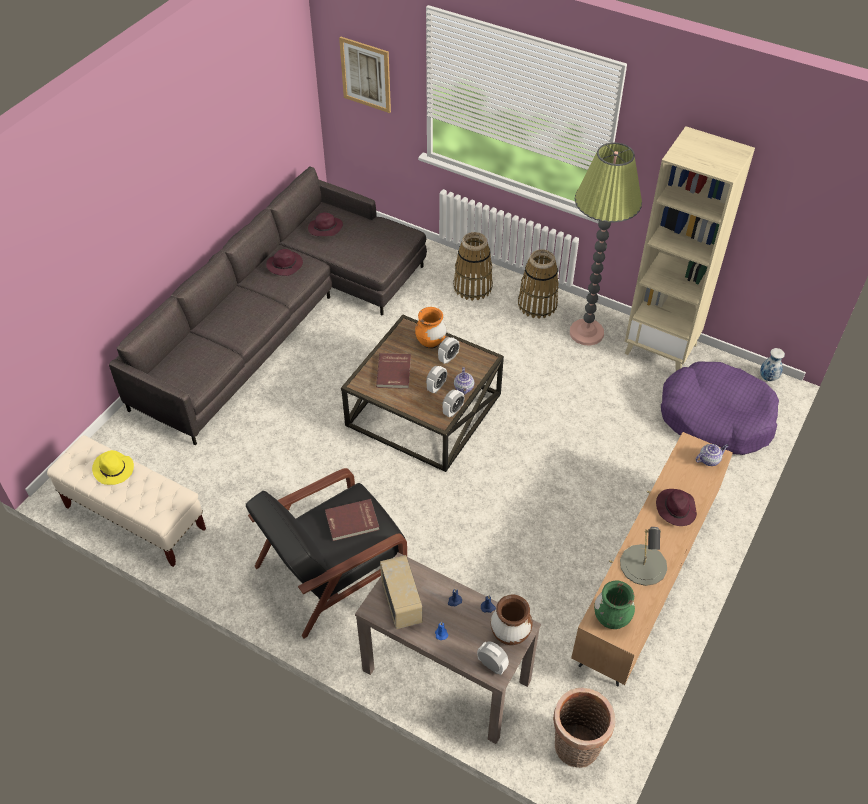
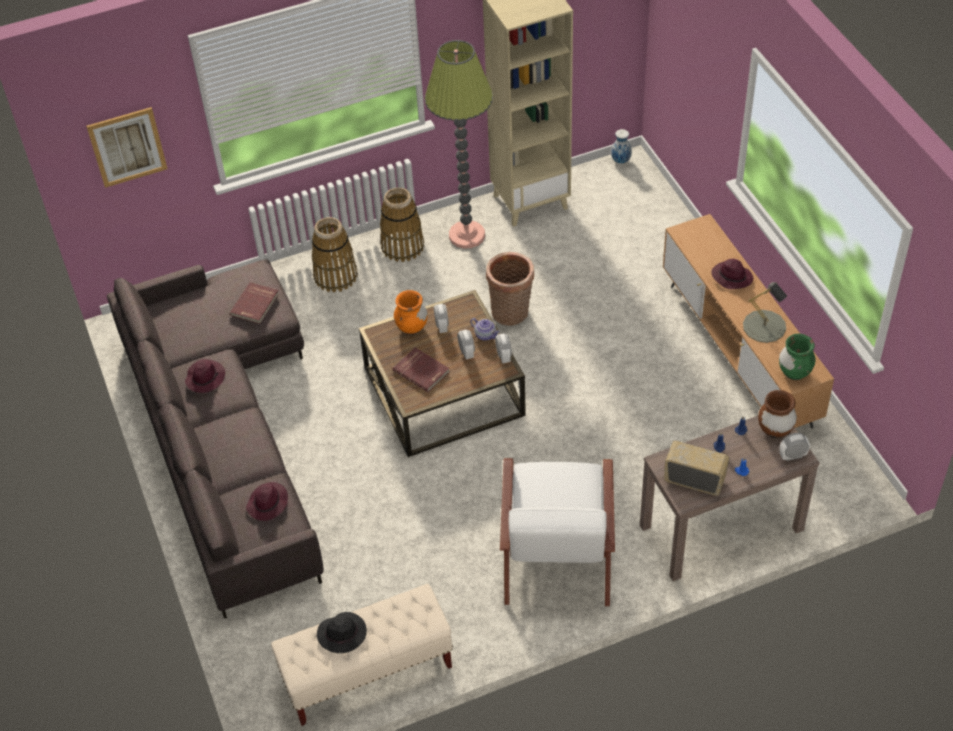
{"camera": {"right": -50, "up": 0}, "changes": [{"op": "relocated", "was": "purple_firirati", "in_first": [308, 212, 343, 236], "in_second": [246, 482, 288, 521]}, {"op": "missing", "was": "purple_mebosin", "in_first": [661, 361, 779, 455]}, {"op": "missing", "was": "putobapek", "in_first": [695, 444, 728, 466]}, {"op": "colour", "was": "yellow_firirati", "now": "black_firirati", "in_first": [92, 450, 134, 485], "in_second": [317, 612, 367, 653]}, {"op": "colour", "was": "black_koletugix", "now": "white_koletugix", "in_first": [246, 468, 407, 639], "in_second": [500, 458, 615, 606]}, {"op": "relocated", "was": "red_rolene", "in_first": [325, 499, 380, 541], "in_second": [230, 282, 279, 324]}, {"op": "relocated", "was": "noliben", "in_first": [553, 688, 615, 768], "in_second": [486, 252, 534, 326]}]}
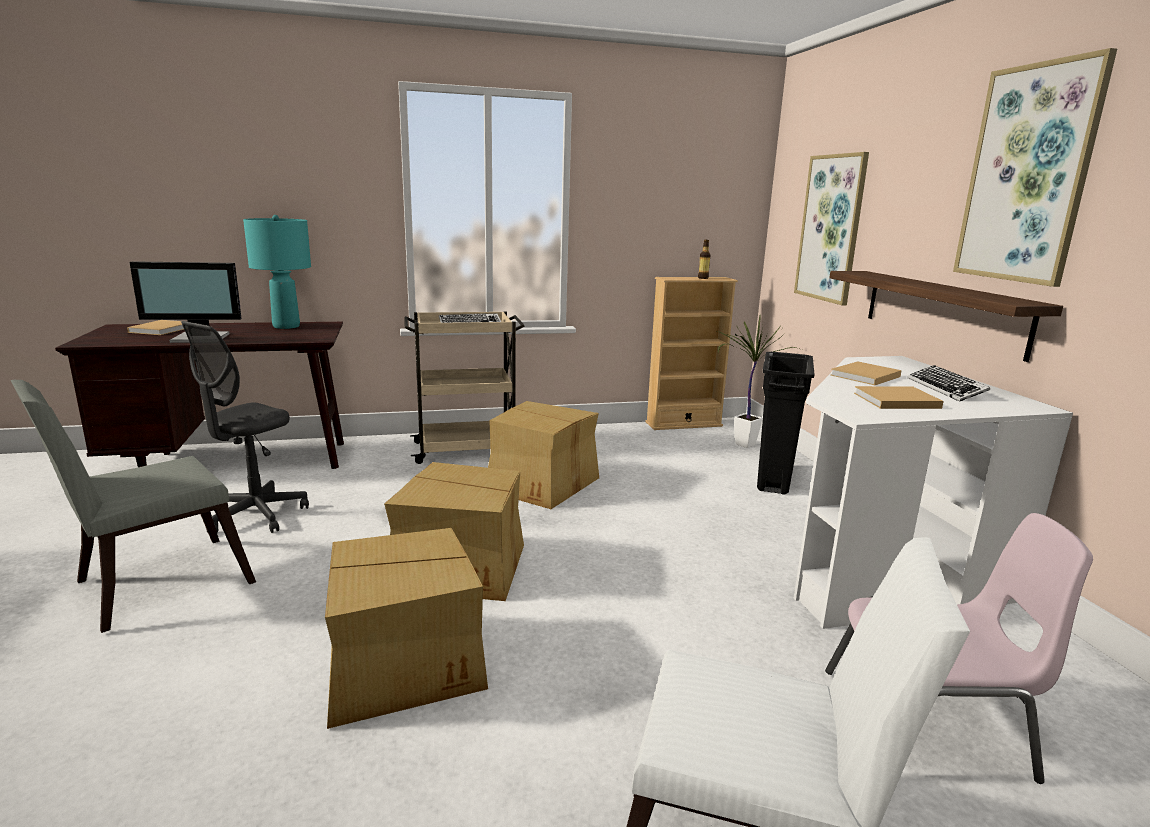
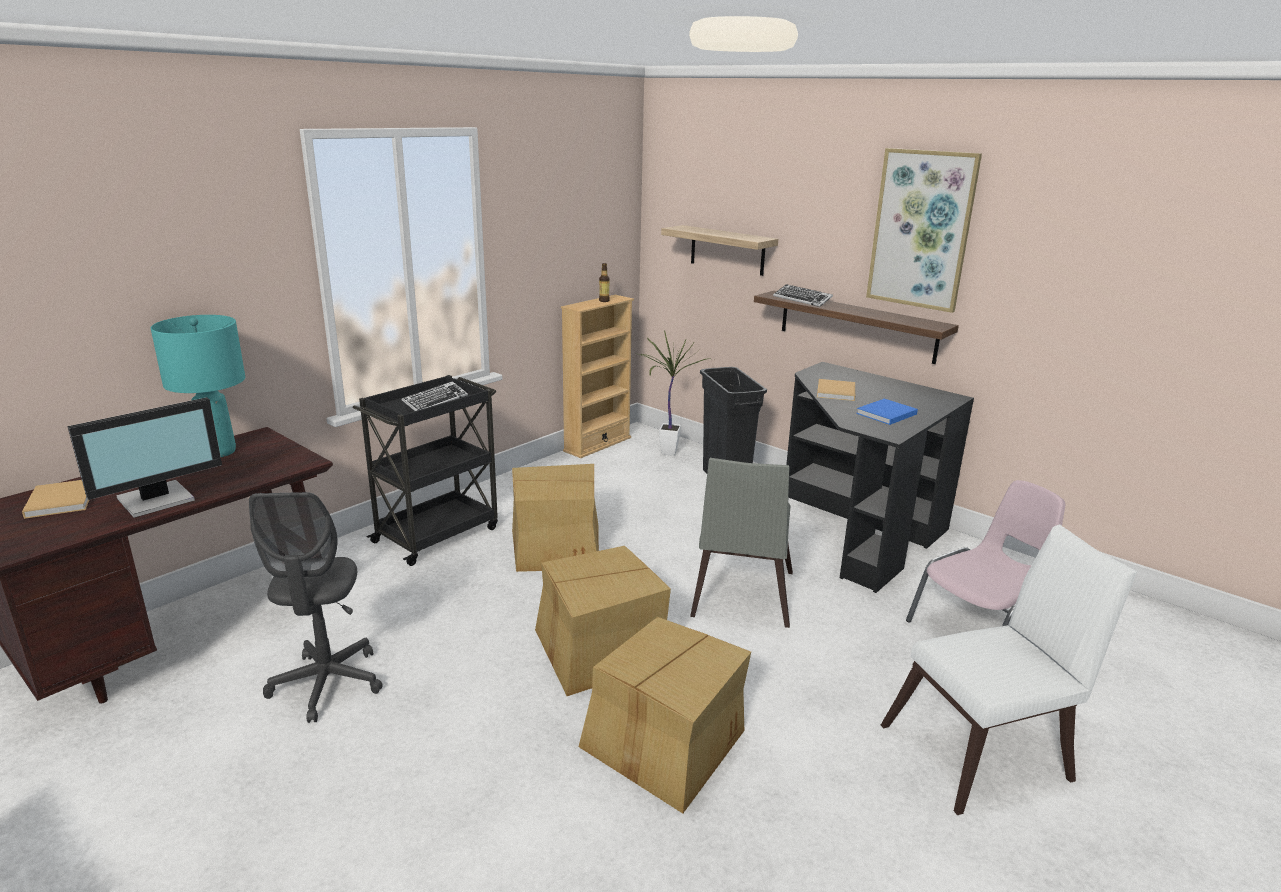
{"camera": {"right": -35, "up": 5}, "changes": [{"op": "exchanged", "was": "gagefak", "now": "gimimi", "in_first": [794, 152, 869, 305], "in_second": [661, 225, 778, 276]}, {"op": "colour", "was": "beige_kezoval", "now": "black_kezoval", "in_first": [404, 311, 525, 464], "in_second": [353, 375, 498, 566]}, {"op": "colour", "was": "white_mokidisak", "now": "black_mokidisak", "in_first": [794, 356, 1073, 629], "in_second": [786, 362, 974, 593]}, {"op": "relocated", "was": "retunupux", "in_first": [907, 365, 990, 402], "in_second": [773, 284, 833, 307]}, {"op": "relocated", "was": "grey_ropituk", "in_first": [10, 380, 256, 633], "in_second": [690, 458, 793, 628]}, {"op": "colour", "was": "beige_rolene", "now": "blue_rolene", "in_first": [854, 386, 944, 409], "in_second": [856, 399, 918, 425]}]}
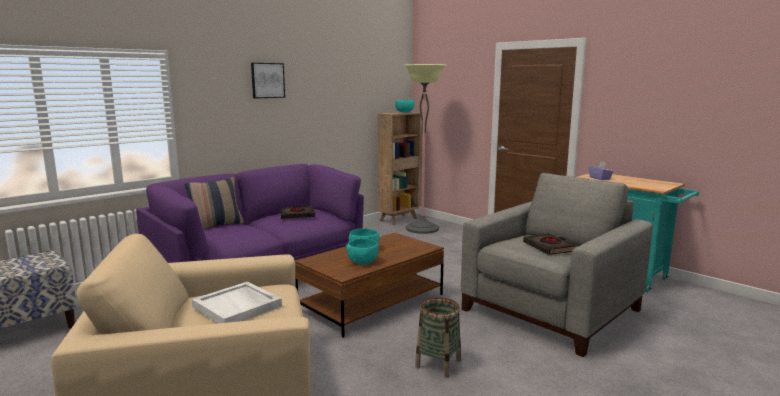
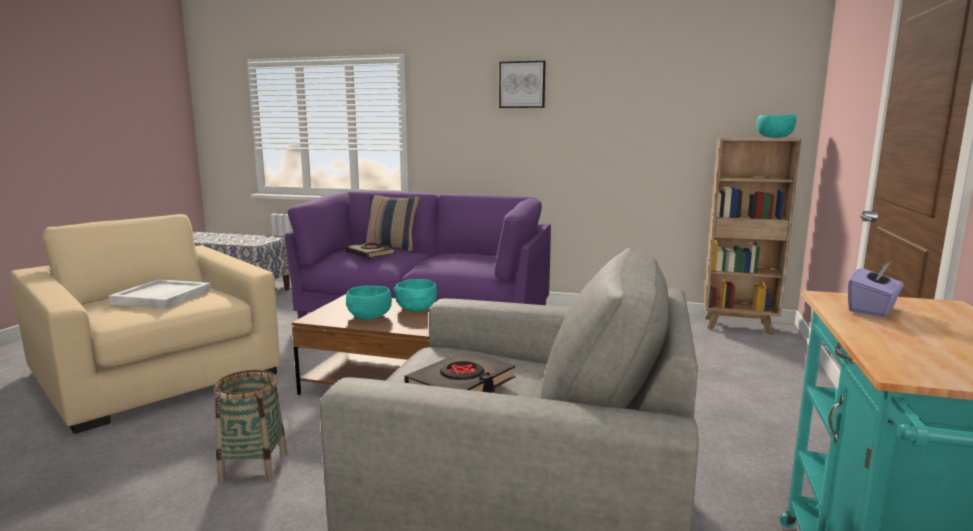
{"camera": {"right": 60, "up": 0}, "changes": [{"op": "missing", "was": "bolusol", "in_first": [404, 64, 447, 234]}, {"op": "relocated", "was": "black_rolene", "in_first": [280, 206, 315, 219], "in_second": [345, 242, 395, 258]}]}
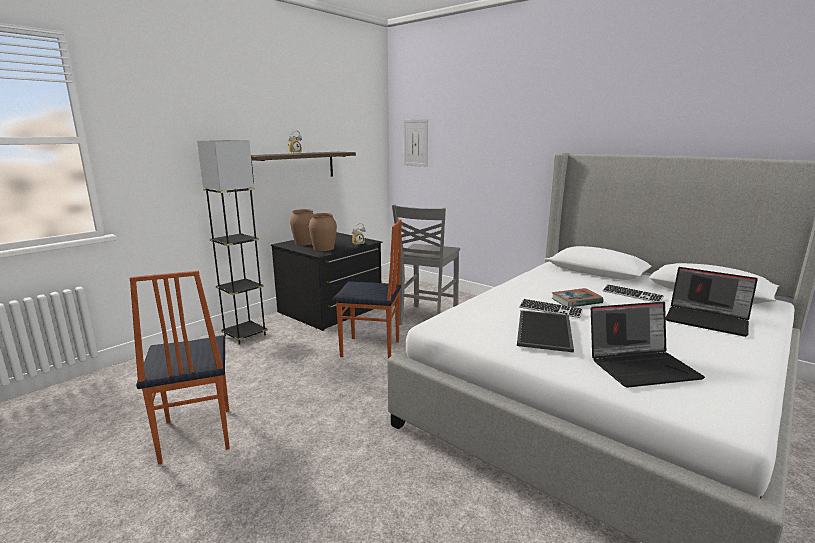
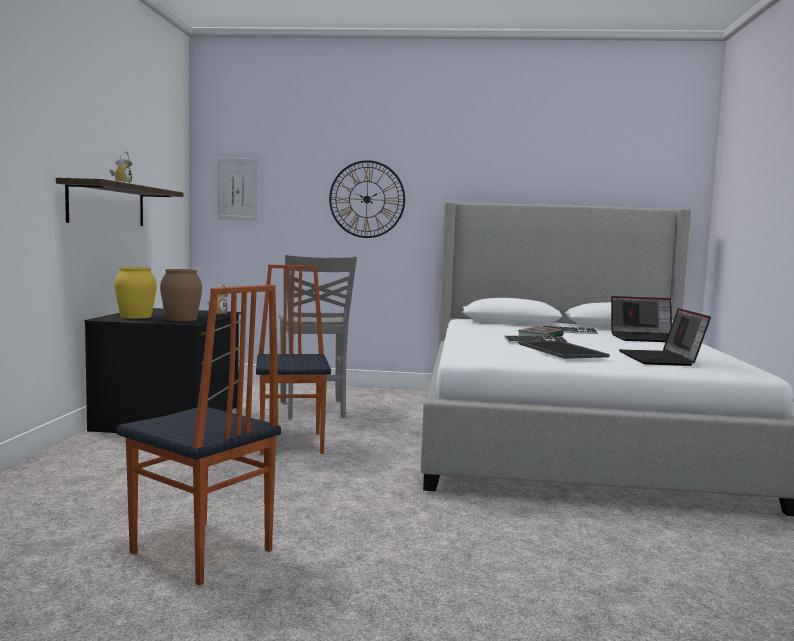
{"camera": {"right": -35, "up": -10}, "changes": [{"op": "missing", "was": "grey_bolusol", "in_first": [197, 140, 268, 345]}, {"op": "colour", "was": "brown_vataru", "now": "yellow_vataru", "in_first": [290, 209, 313, 245], "in_second": [114, 267, 157, 319]}, {"op": "spun", "was": "ropituk", "in_first": [332, 219, 402, 358], "in_second": [256, 264, 331, 455], "clockwise": -75}, {"op": "spun", "was": "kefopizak", "in_first": [591, 302, 705, 388], "in_second": [619, 308, 711, 366], "clockwise": 135}, {"op": "appeared", "now": "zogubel", "in_second": [329, 160, 405, 238]}]}
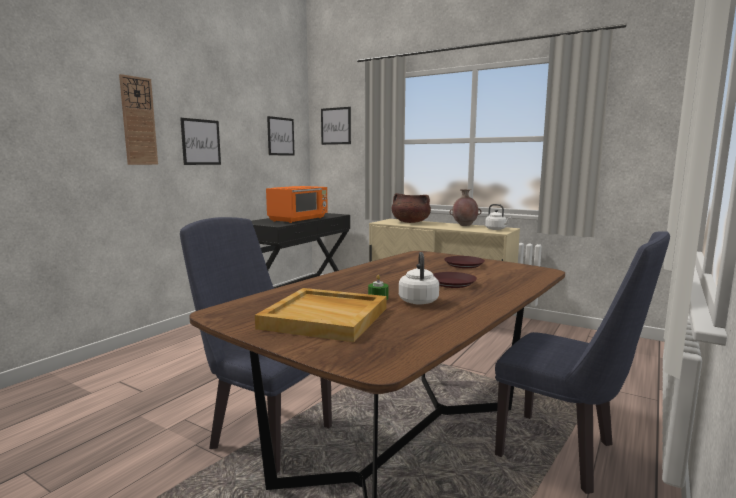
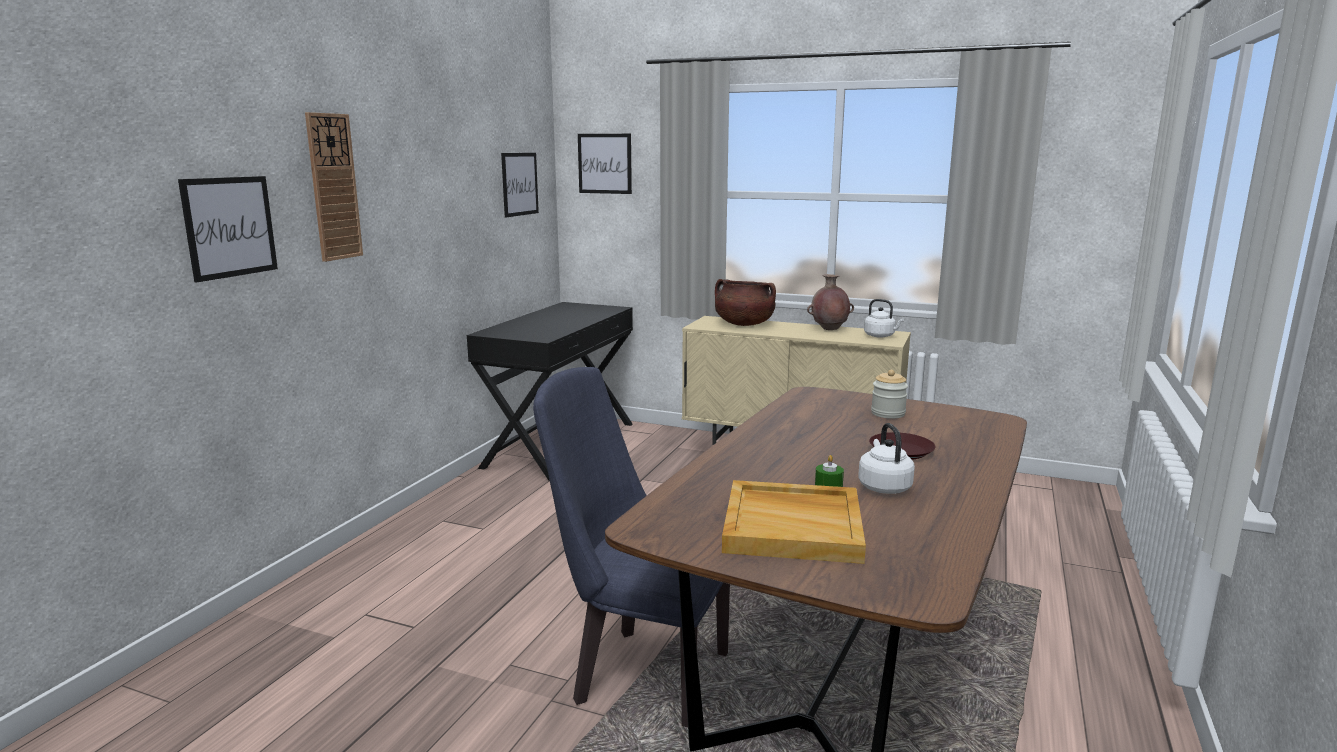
{"camera": {"right": -10, "up": 5}, "changes": [{"op": "relocated", "was": "gagefak", "in_first": [180, 118, 221, 165], "in_second": [178, 176, 278, 282]}, {"op": "missing", "was": "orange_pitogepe", "in_first": [266, 186, 328, 223]}, {"op": "missing", "was": "blue_ropituk", "in_first": [495, 231, 670, 494]}, {"op": "exchanged", "was": "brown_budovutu", "now": "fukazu", "in_first": [444, 256, 485, 268], "in_second": [871, 370, 908, 419]}]}
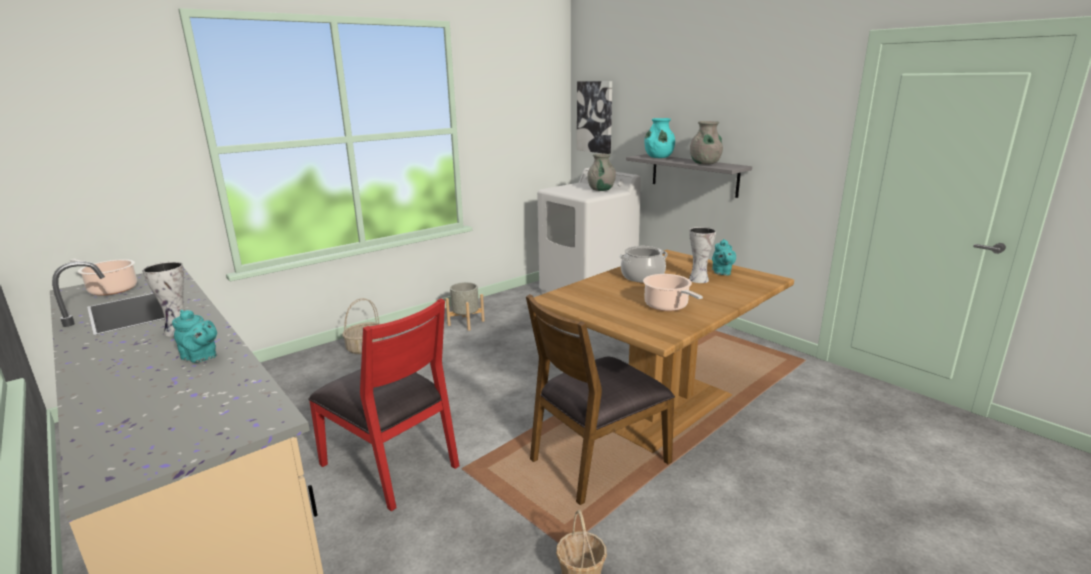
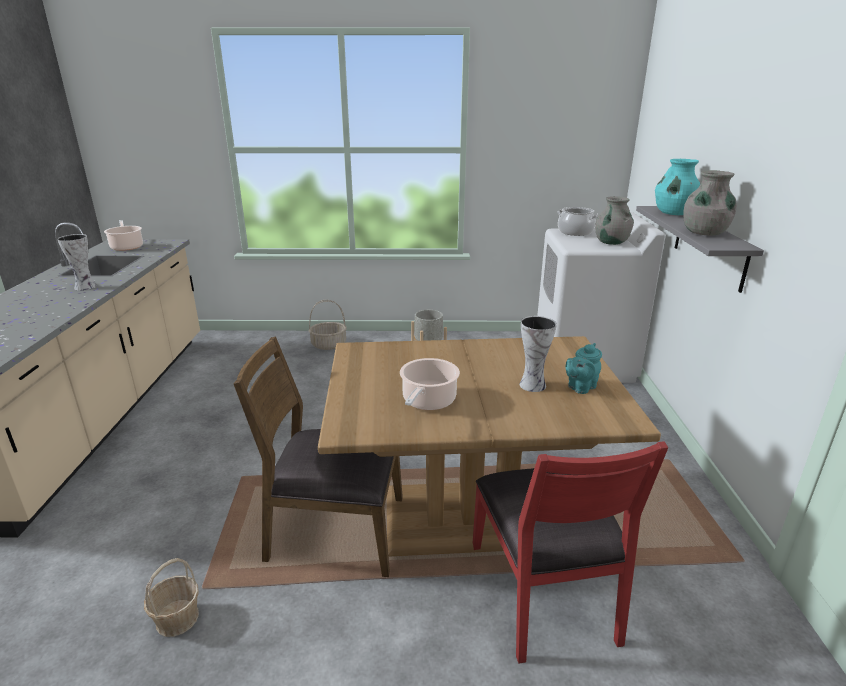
{"camera": {"right": 40, "up": 5}, "changes": [{"op": "missing", "was": "gagefak", "in_first": [577, 81, 612, 154]}, {"op": "relocated", "was": "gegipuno", "in_first": [619, 246, 668, 283], "in_second": [557, 207, 598, 236]}, {"op": "relocated", "was": "red_ropituk", "in_first": [308, 298, 459, 511], "in_second": [473, 441, 668, 664]}, {"op": "missing", "was": "turquoise_putobapek", "in_first": [172, 310, 217, 363]}]}
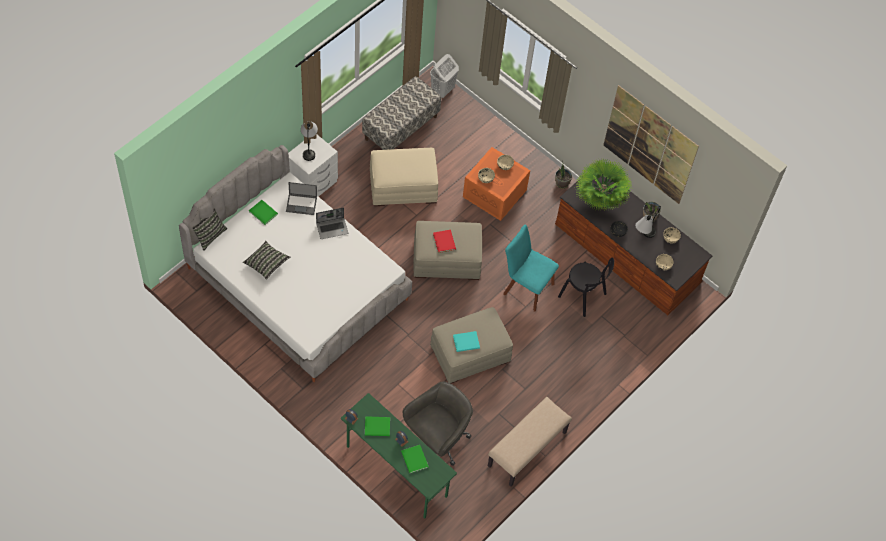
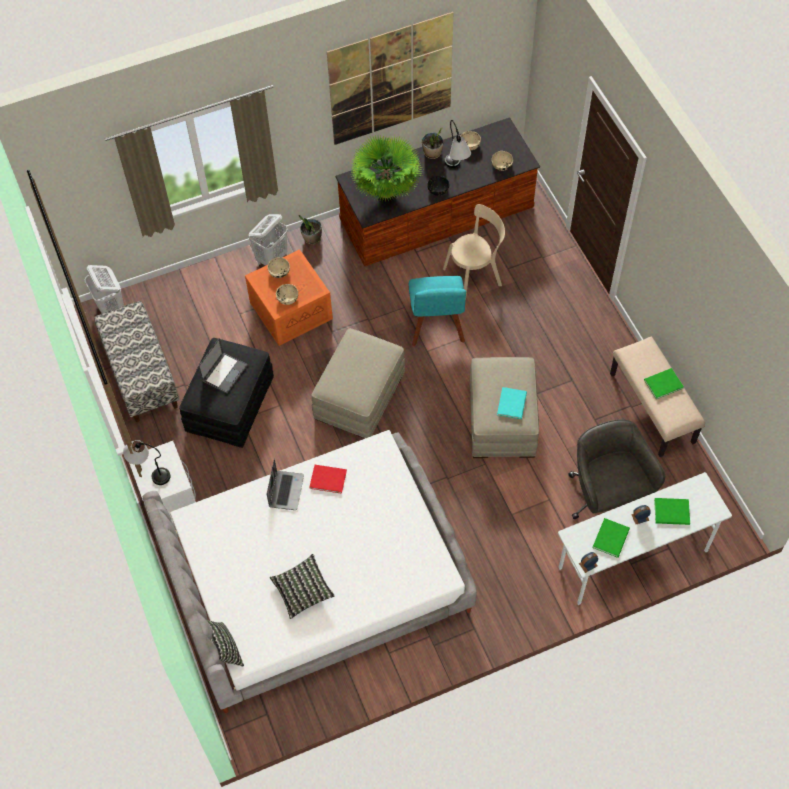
{"camera": {"right": -60, "up": 0}, "changes": [{"op": "colour", "was": "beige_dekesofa", "now": "black_dekesofa", "in_first": [370, 148, 438, 206], "in_second": [179, 338, 274, 448]}, {"op": "relocated", "was": "kefopizak", "in_first": [286, 182, 317, 215], "in_second": [198, 338, 248, 393]}, {"op": "relocated", "was": "green_rolene", "in_first": [249, 200, 278, 225], "in_second": [644, 368, 684, 399]}, {"op": "spun", "was": "turquoise_ropituk", "in_first": [503, 225, 559, 312], "in_second": [409, 276, 466, 346], "clockwise": -60}, {"op": "relocated", "was": "red_rolene", "in_first": [433, 230, 456, 253], "in_second": [309, 465, 347, 494]}, {"op": "colour", "was": "black_ropituk", "now": "beige_ropituk", "in_first": [558, 258, 614, 317], "in_second": [443, 204, 505, 295]}, {"op": "colour", "was": "green_mokidisak", "now": "white_mokidisak", "in_first": [341, 393, 457, 519], "in_second": [558, 472, 732, 605]}, {"op": "appeared", "now": "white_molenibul", "in_second": [249, 214, 288, 266]}]}
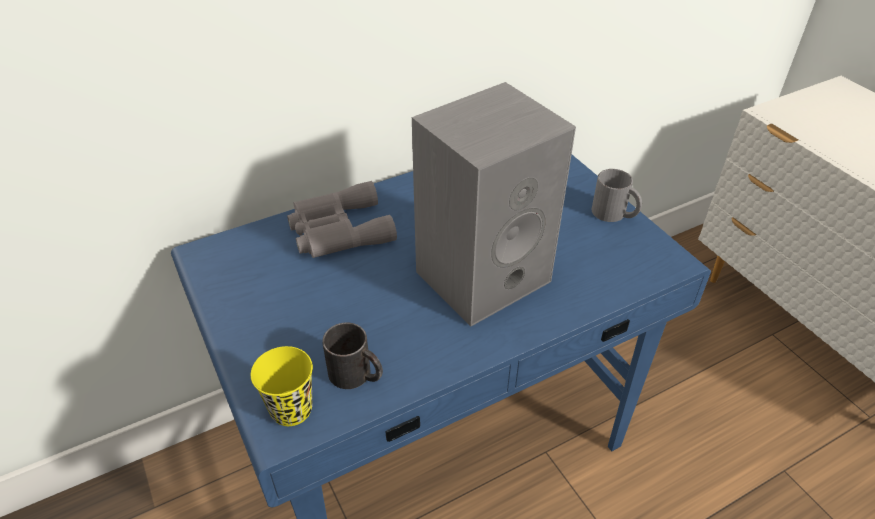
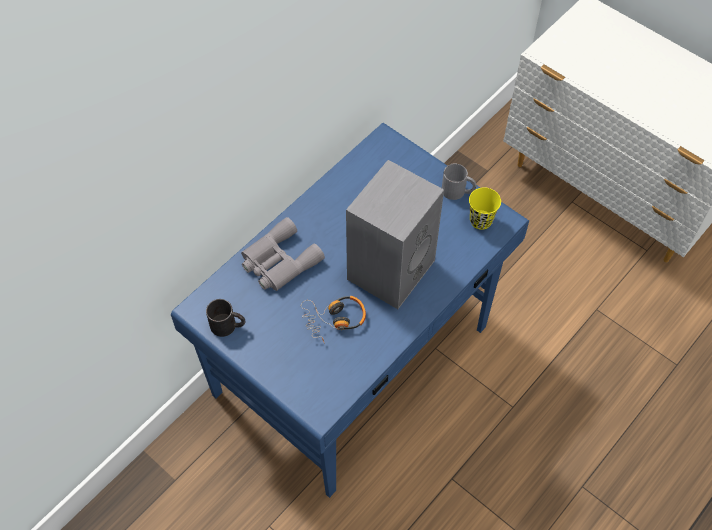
{"camera": {"right": -20, "up": 15}, "changes": [{"op": "relocated", "was": "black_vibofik", "in_first": [322, 322, 383, 389], "in_second": [206, 299, 245, 337]}, {"op": "relocated", "was": "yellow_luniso", "in_first": [251, 346, 313, 426], "in_second": [469, 187, 501, 230]}, {"op": "appeared", "now": "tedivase", "in_second": [301, 296, 366, 344]}]}
